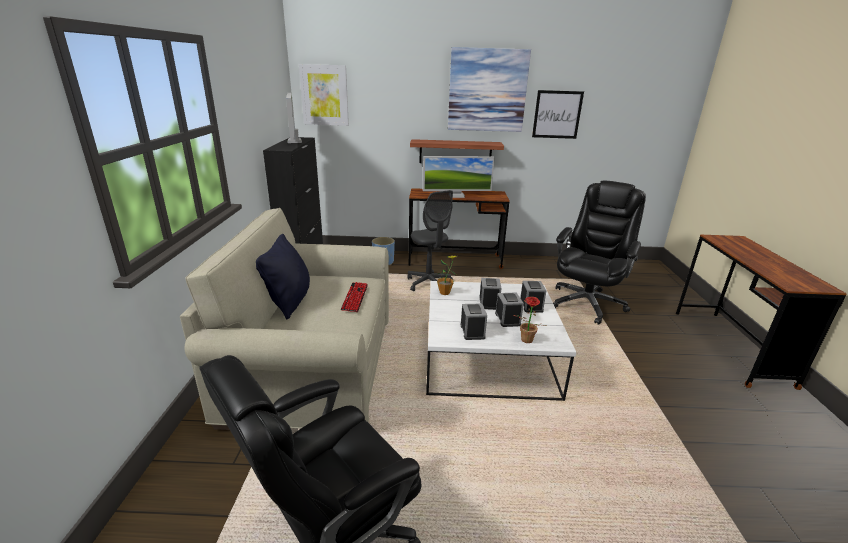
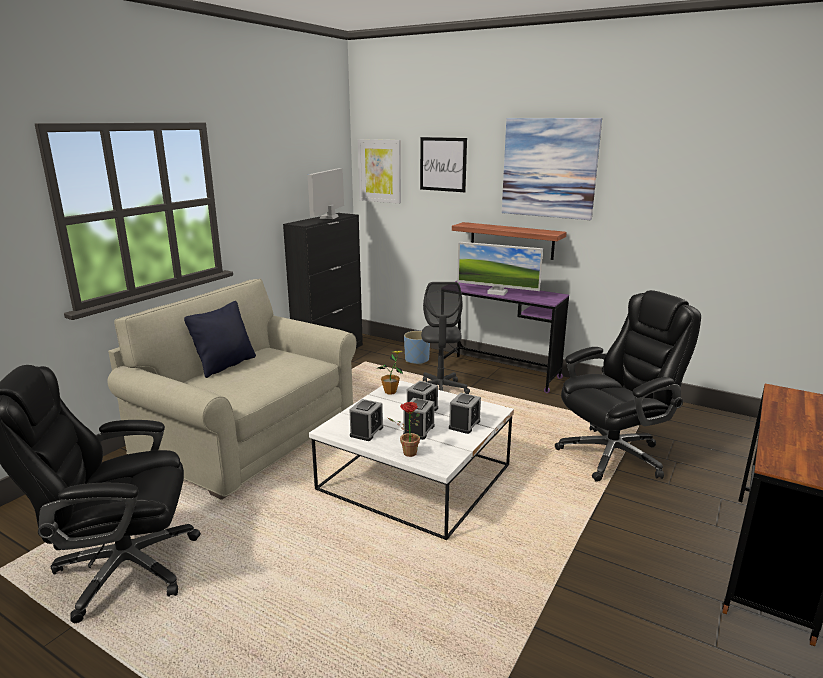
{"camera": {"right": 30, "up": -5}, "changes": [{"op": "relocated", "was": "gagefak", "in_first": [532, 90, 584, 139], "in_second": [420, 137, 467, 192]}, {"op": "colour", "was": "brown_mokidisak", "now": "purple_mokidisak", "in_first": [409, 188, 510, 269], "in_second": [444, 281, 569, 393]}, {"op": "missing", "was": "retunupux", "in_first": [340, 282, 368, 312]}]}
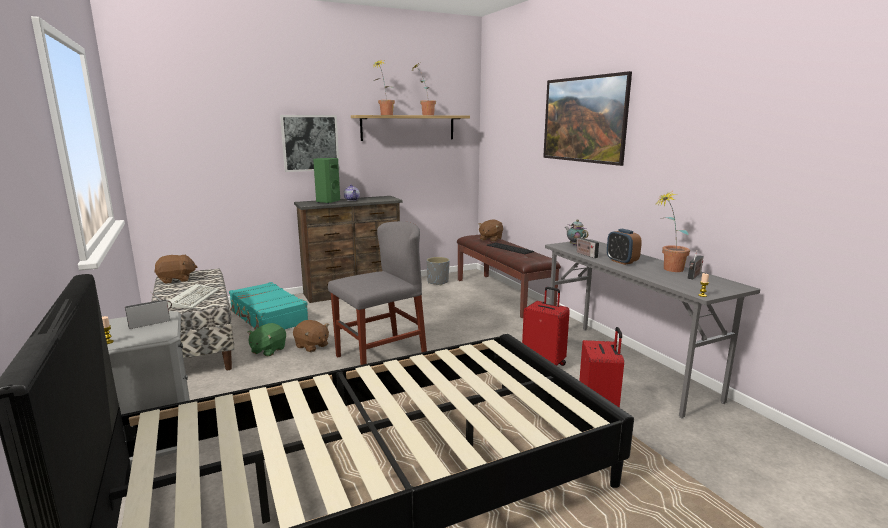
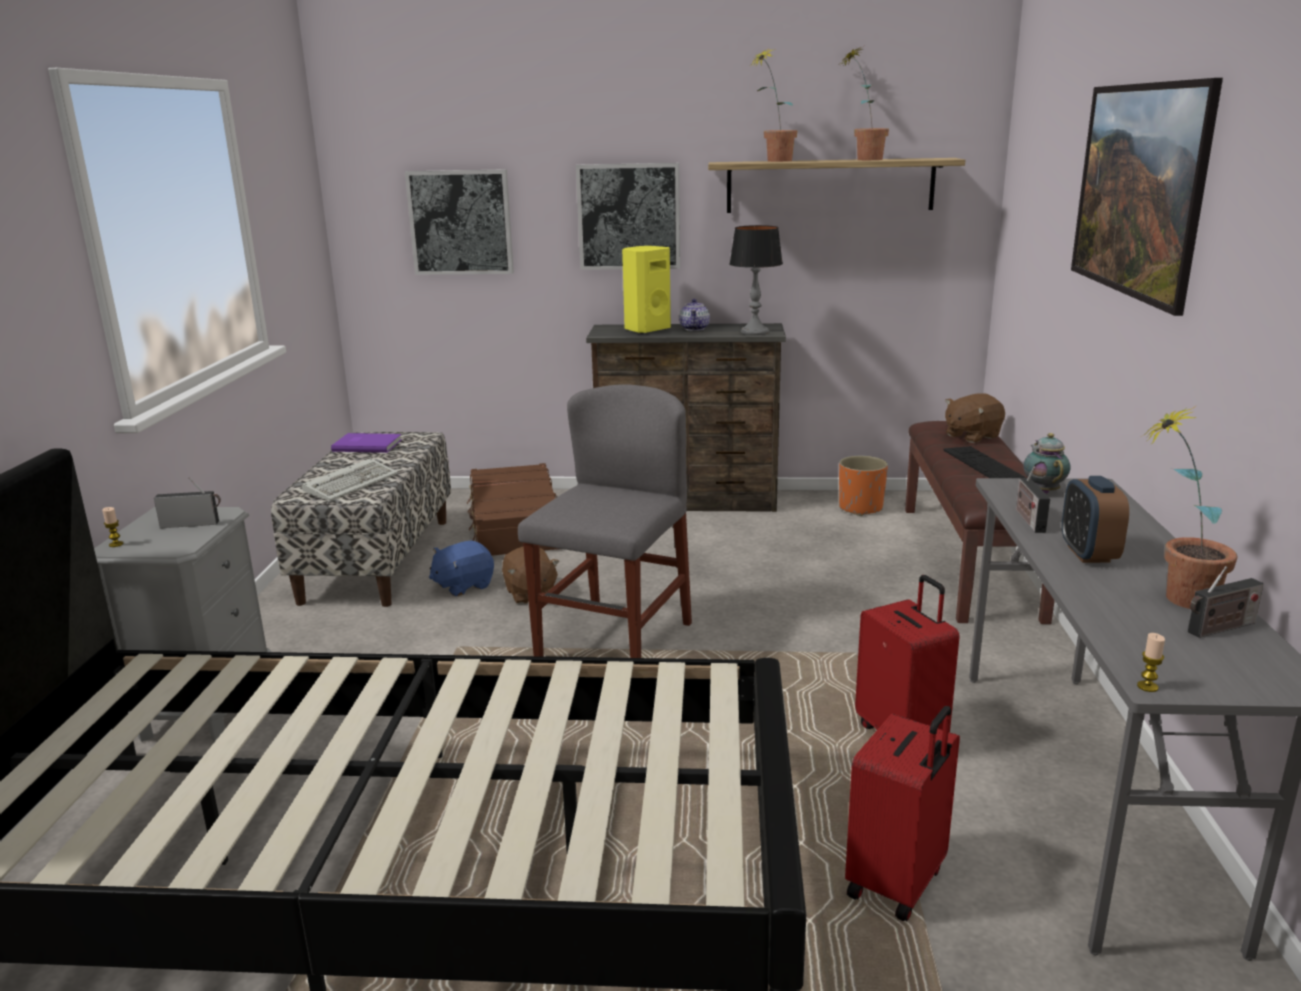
{"camera": {"right": 30, "up": 5}, "changes": [{"op": "colour", "was": "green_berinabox", "now": "yellow_berinabox", "in_first": [313, 158, 340, 204], "in_second": [622, 246, 671, 334]}, {"op": "spun", "was": "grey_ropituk", "in_first": [328, 221, 427, 365], "in_second": [518, 384, 692, 658], "clockwise": -60}, {"op": "exchanged", "was": "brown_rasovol", "now": "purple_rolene", "in_first": [154, 255, 198, 284], "in_second": [331, 433, 402, 453]}, {"op": "colour", "was": "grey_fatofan", "now": "orange_fatofan", "in_first": [426, 257, 450, 285], "in_second": [839, 456, 888, 516]}, {"op": "colour", "was": "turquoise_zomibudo", "now": "brown_zomibudo", "in_first": [229, 282, 308, 330], "in_second": [467, 463, 559, 556]}, {"op": "colour", "was": "green_rasovol", "now": "blue_rasovol", "in_first": [247, 323, 286, 357], "in_second": [429, 540, 494, 597]}, {"op": "appeared", "now": "gagefak", "in_second": [405, 169, 514, 275]}, {"op": "appeared", "now": "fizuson", "in_second": [729, 225, 783, 335]}]}
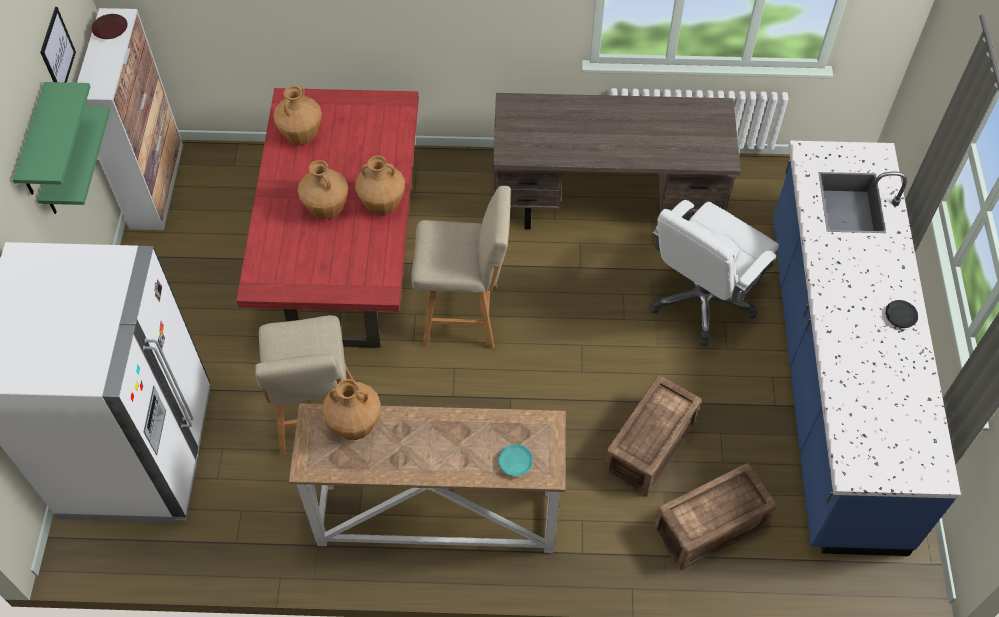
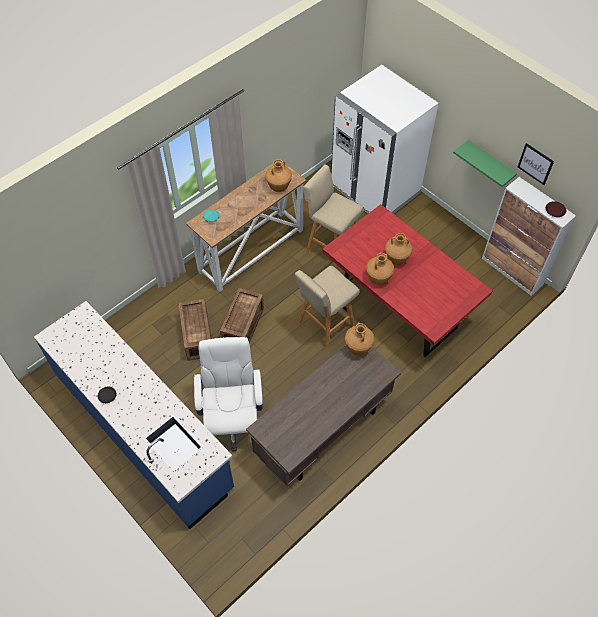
{"camera": {"right": 135, "up": 0}, "changes": [{"op": "missing", "was": "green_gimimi", "in_first": [13, 82, 90, 195]}, {"op": "relocated", "was": "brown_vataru", "in_first": [273, 86, 322, 145], "in_second": [345, 322, 374, 355]}, {"op": "relocated", "was": "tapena", "in_first": [653, 463, 777, 571], "in_second": [220, 288, 264, 344]}]}
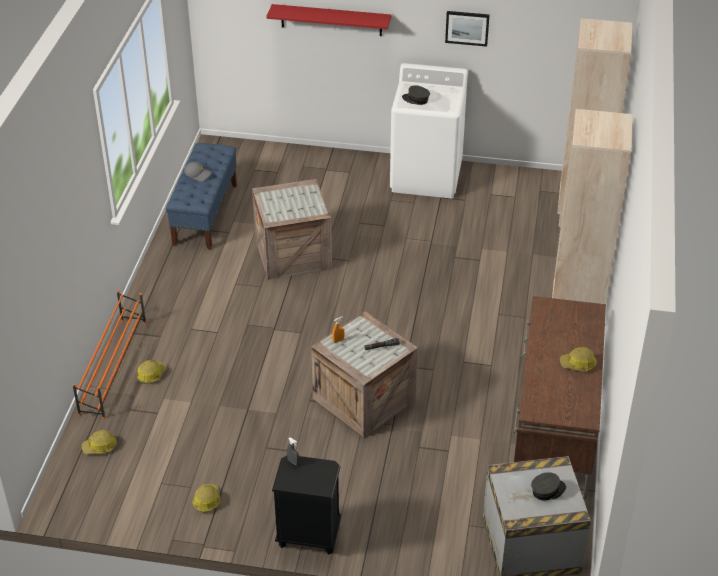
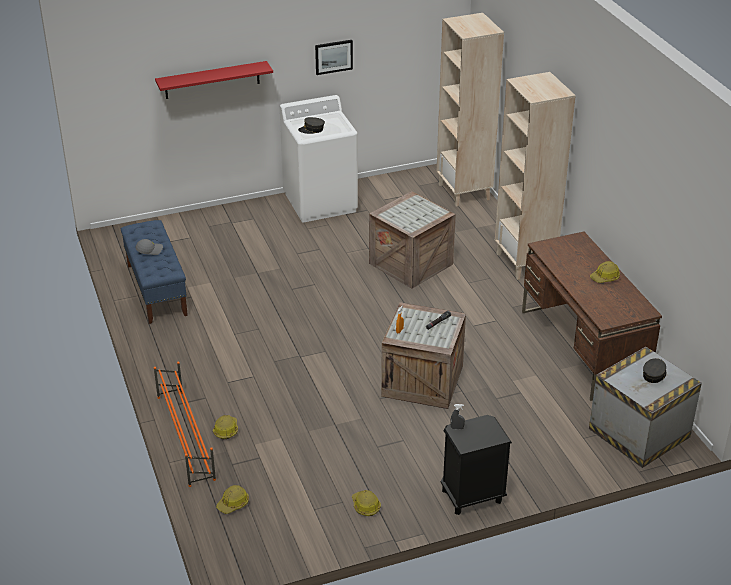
{"camera": {"right": -30, "up": -5}, "changes": [{"op": "relocated", "was": "tapena", "in_first": [252, 179, 332, 280], "in_second": [369, 191, 456, 289]}]}
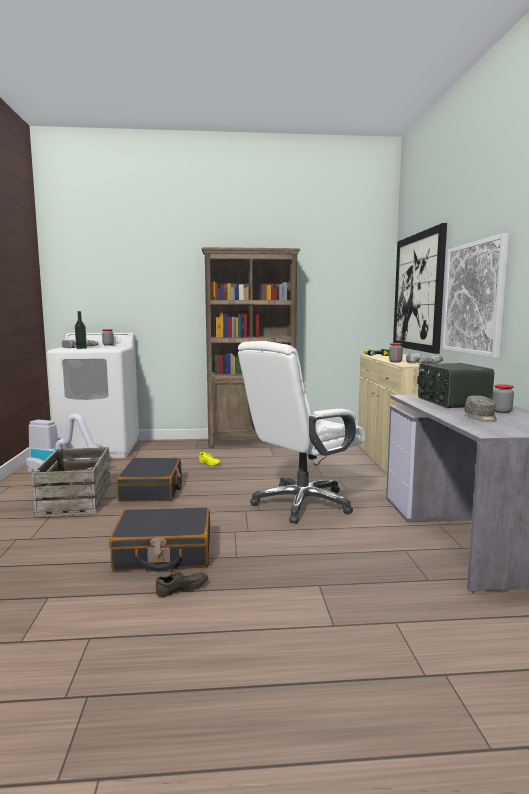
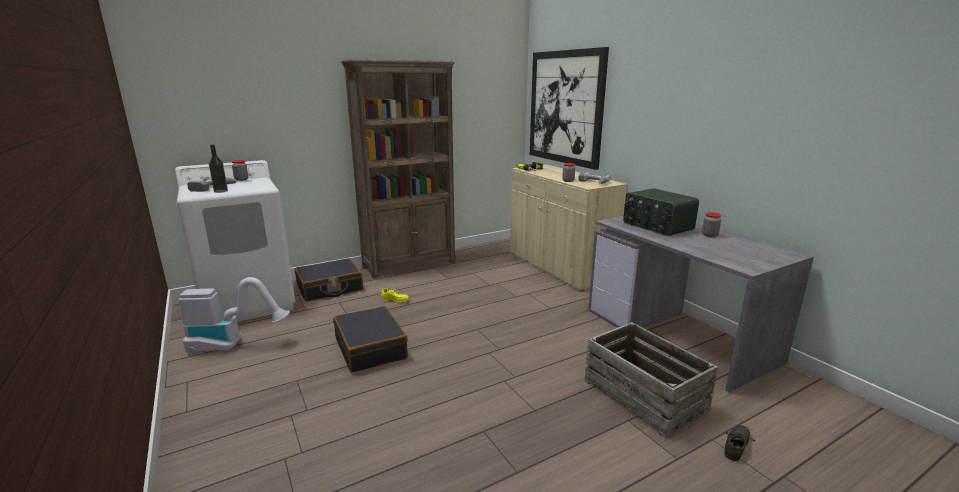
{"camera": {"right": -25, "up": 10}, "changes": [{"op": "missing", "was": "gagefak", "in_first": [442, 233, 509, 358]}, {"op": "missing", "was": "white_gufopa", "in_first": [238, 341, 366, 524]}, {"op": "missing", "was": "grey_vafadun", "in_first": [464, 395, 497, 422]}, {"op": "relocated", "was": "tapena", "in_first": [31, 447, 112, 517], "in_second": [584, 322, 718, 438]}, {"op": "relocated", "was": "black_zomibudo", "in_first": [109, 507, 210, 572], "in_second": [294, 258, 363, 301]}, {"op": "relocated", "was": "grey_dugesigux", "in_first": [156, 571, 208, 597], "in_second": [724, 425, 754, 461]}]}
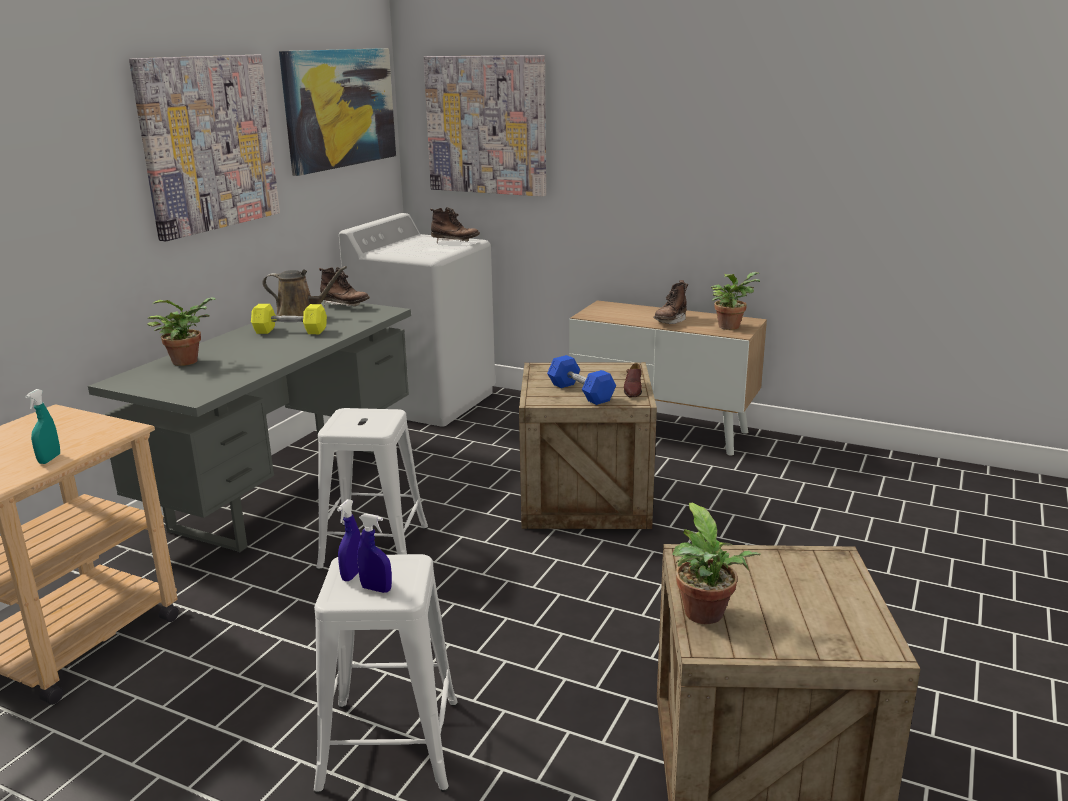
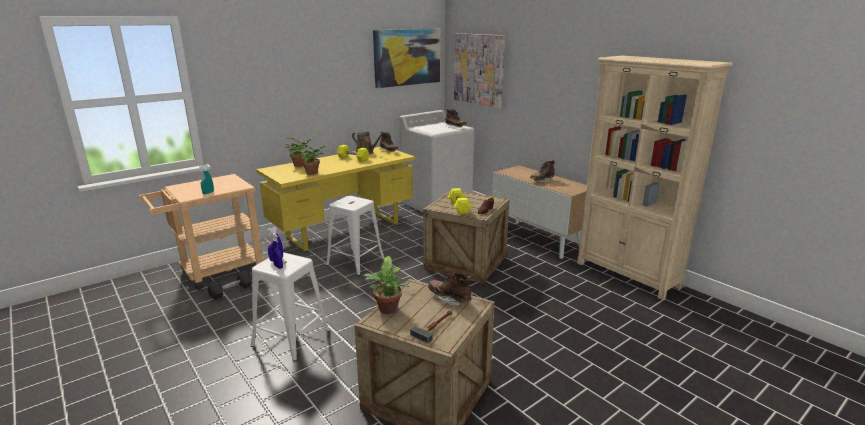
{"camera": {"right": 25, "up": 0}, "changes": [{"op": "missing", "was": "gagefak", "in_first": [129, 55, 280, 241]}, {"op": "relocated", "was": "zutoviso", "in_first": [711, 272, 760, 330], "in_second": [297, 144, 327, 175]}, {"op": "colour", "was": "grey_mokidisak", "now": "yellow_mokidisak", "in_first": [88, 300, 411, 553], "in_second": [256, 147, 415, 252]}, {"op": "colour", "was": "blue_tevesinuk", "now": "yellow_tevesinuk", "in_first": [547, 355, 616, 405], "in_second": [448, 188, 472, 214]}, {"op": "appeared", "now": "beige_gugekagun", "in_second": [577, 56, 733, 300]}, {"op": "appeared", "now": "grey_tevesinuk", "in_second": [208, 270, 252, 300]}, {"op": "appeared", "now": "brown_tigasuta", "in_second": [428, 273, 471, 307]}, {"op": "appeared", "now": "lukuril", "in_second": [410, 310, 452, 343]}]}
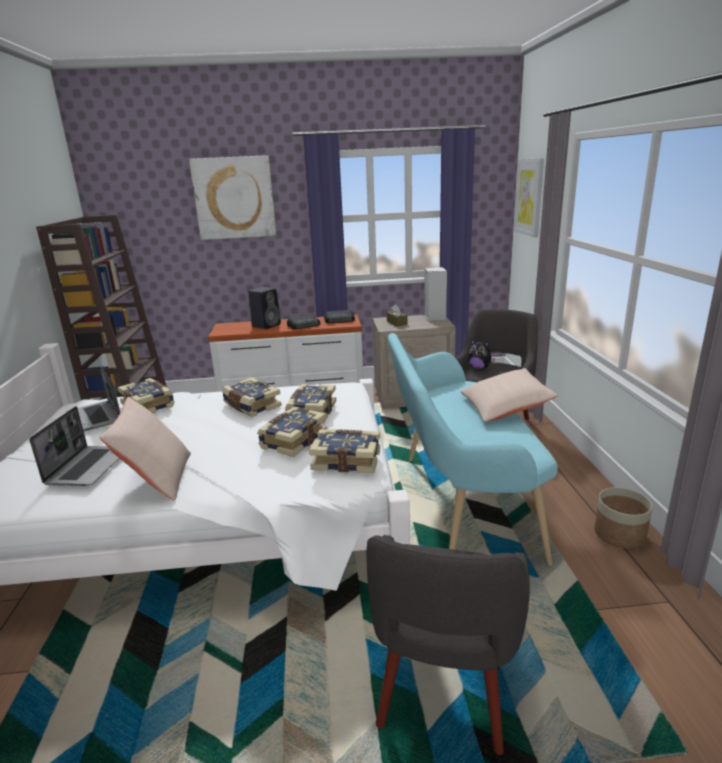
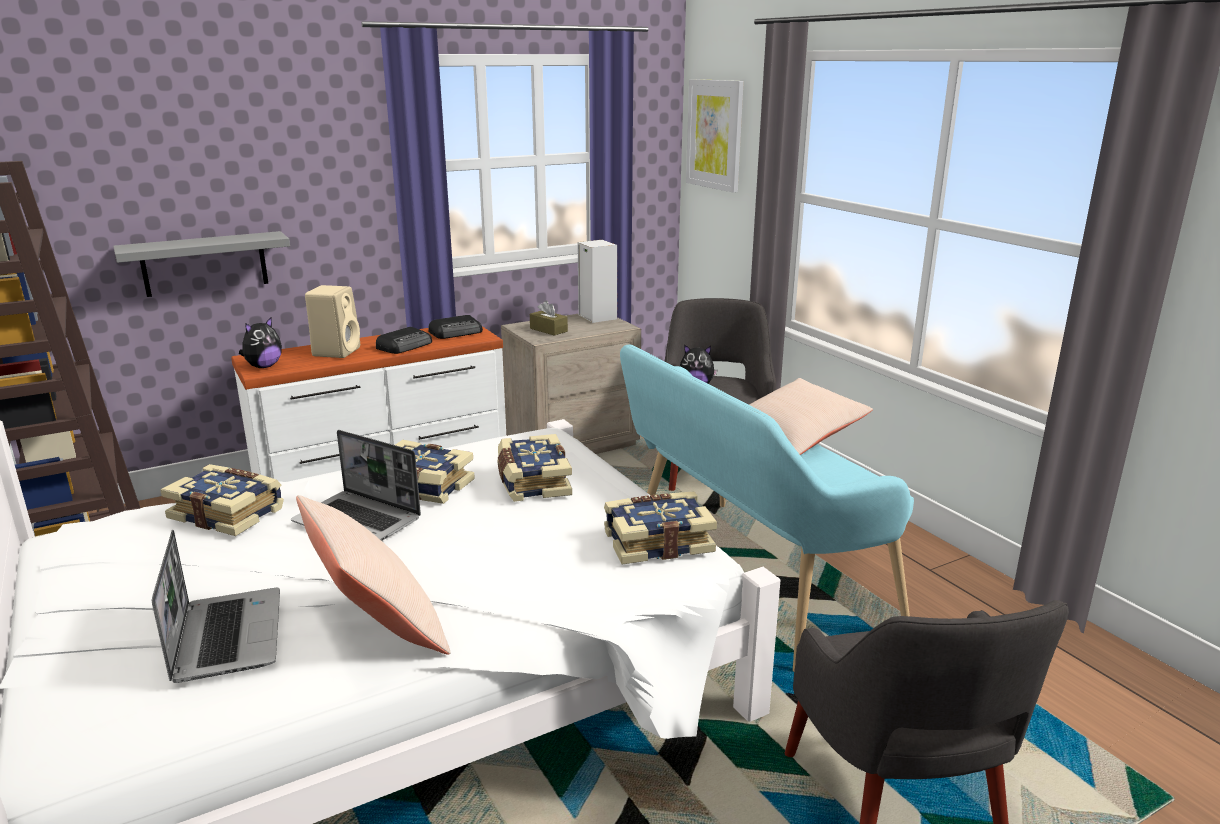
{"camera": {"right": -25, "up": 0}, "changes": [{"op": "missing", "was": "gagefak", "in_first": [189, 155, 276, 240]}, {"op": "colour", "was": "black_berinabox", "now": "beige_berinabox", "in_first": [248, 287, 281, 329], "in_second": [305, 285, 360, 358]}, {"op": "relocated", "was": "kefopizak", "in_first": [66, 366, 120, 431], "in_second": [291, 430, 421, 541]}, {"op": "missing", "was": "rolene", "in_first": [257, 406, 327, 457]}, {"op": "missing", "was": "fatofan", "in_first": [594, 487, 653, 549]}, {"op": "appeared", "now": "grey_gimimi", "in_second": [113, 231, 290, 297]}, {"op": "appeared", "now": "rasovol", "in_second": [239, 317, 282, 368]}]}
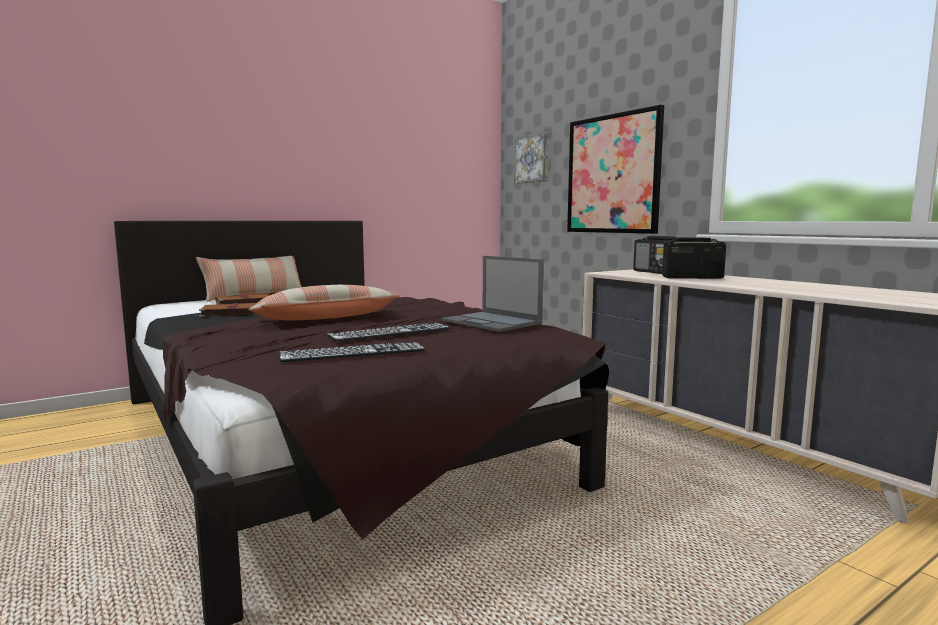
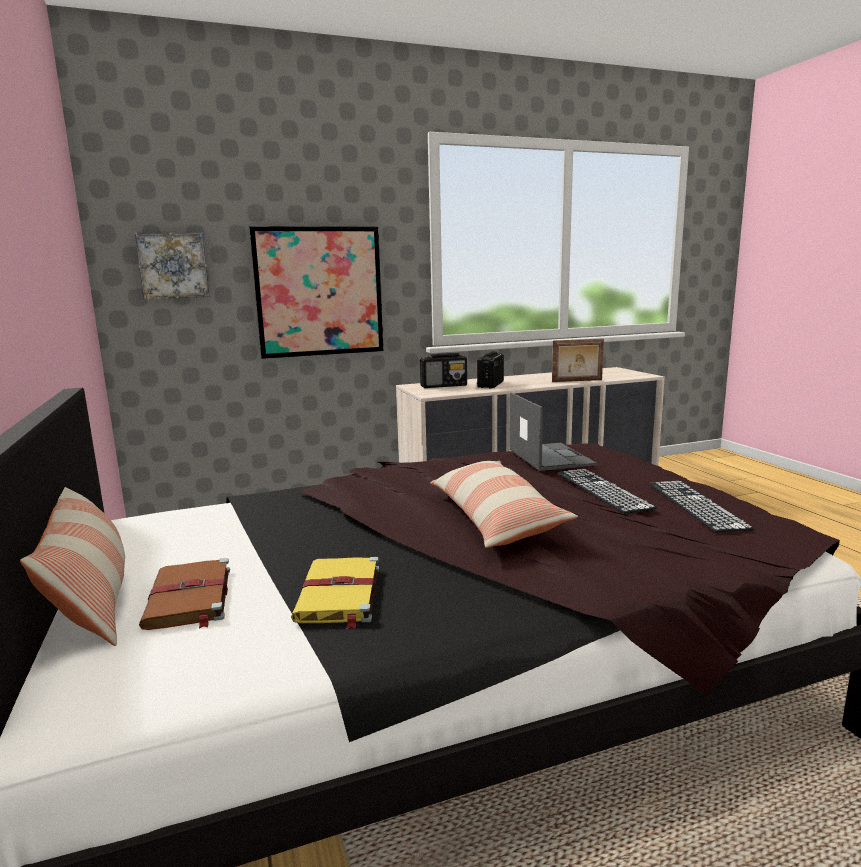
{"camera": {"right": -75, "up": 5}, "changes": [{"op": "spun", "was": "kefopizak", "in_first": [442, 256, 543, 332], "in_second": [510, 393, 596, 471], "clockwise": -75}, {"op": "colour", "was": "brown_rolene", "now": "yellow_rolene", "in_first": [196, 303, 259, 317], "in_second": [291, 557, 379, 629]}, {"op": "appeared", "now": "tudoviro", "in_second": [552, 339, 604, 382]}]}
